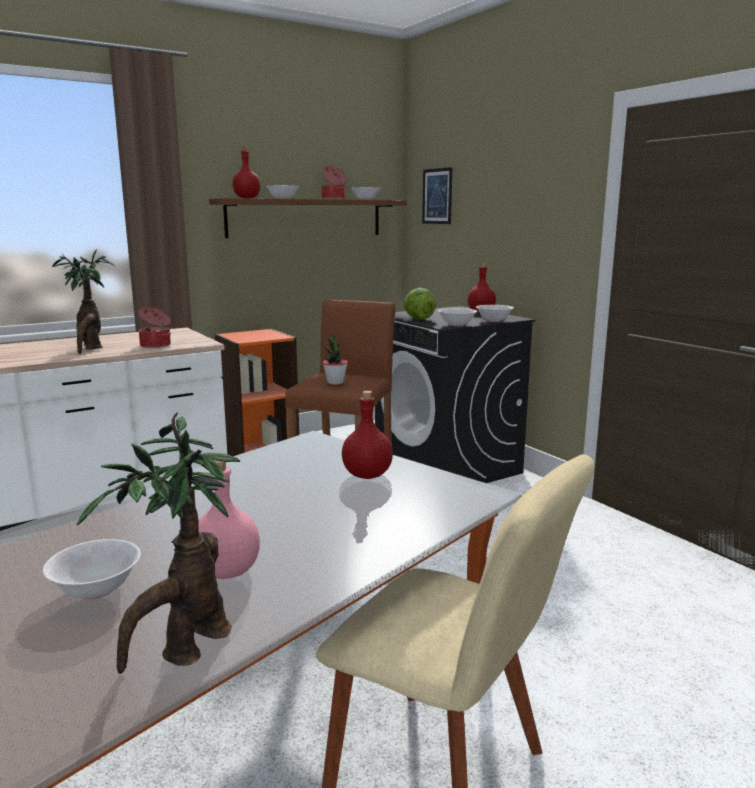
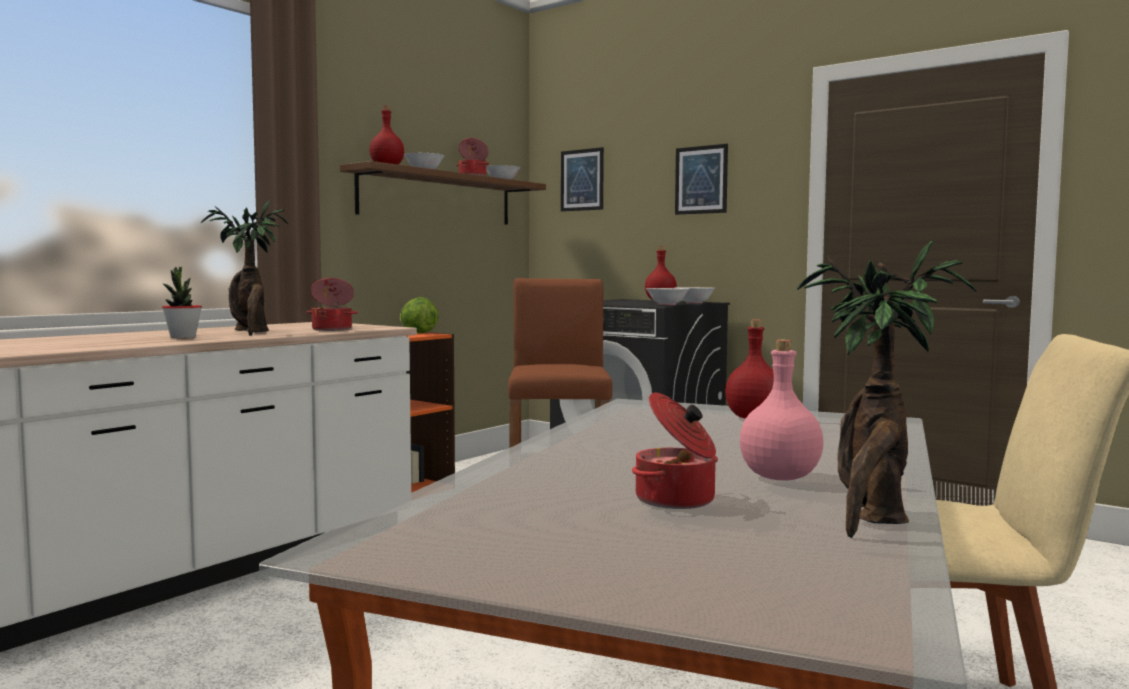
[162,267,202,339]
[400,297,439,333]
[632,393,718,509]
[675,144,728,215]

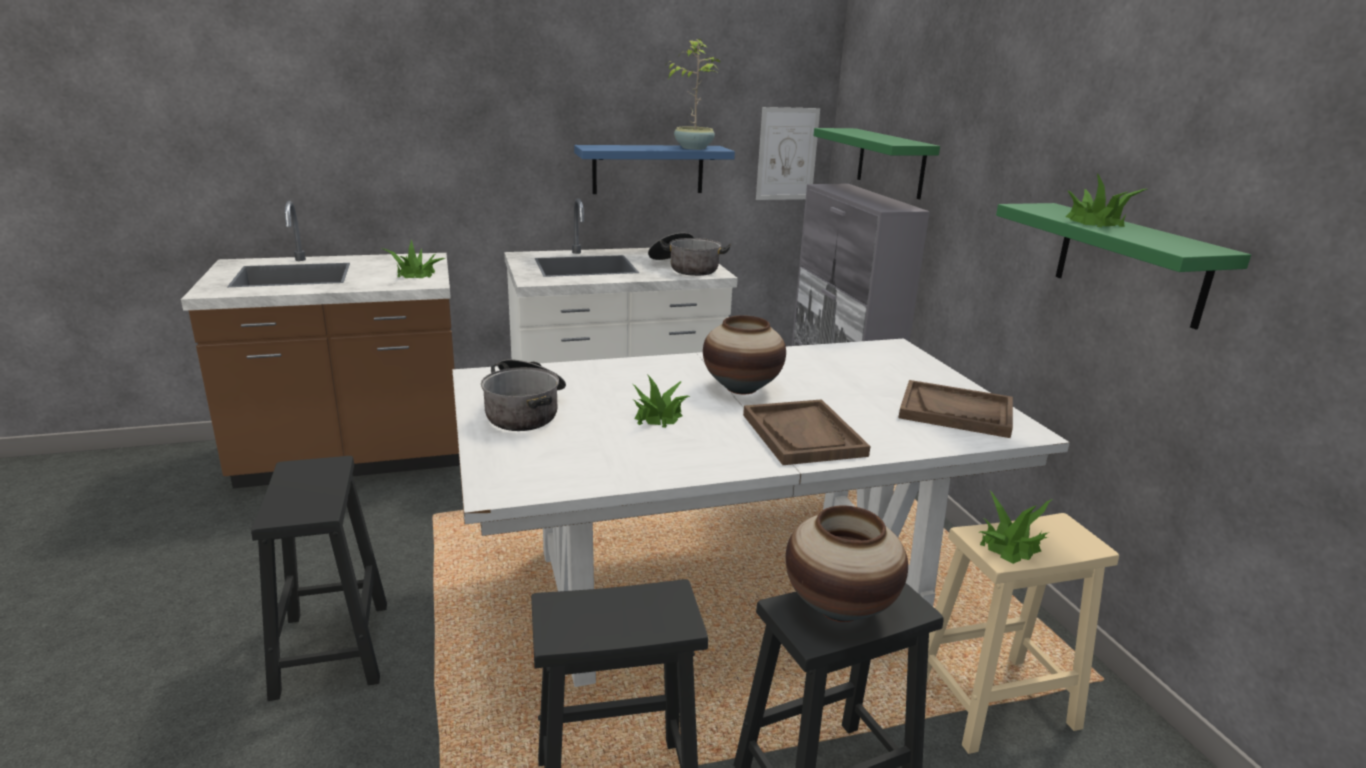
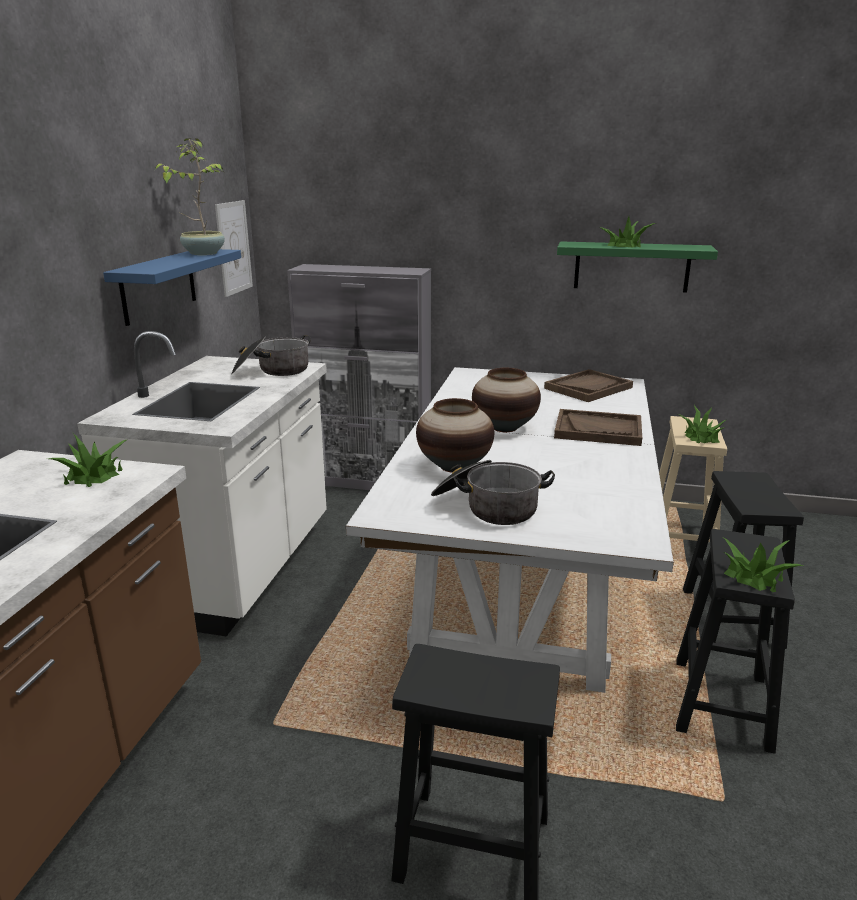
[416,398,494,473]
[724,538,803,592]
[814,128,940,199] (first image)

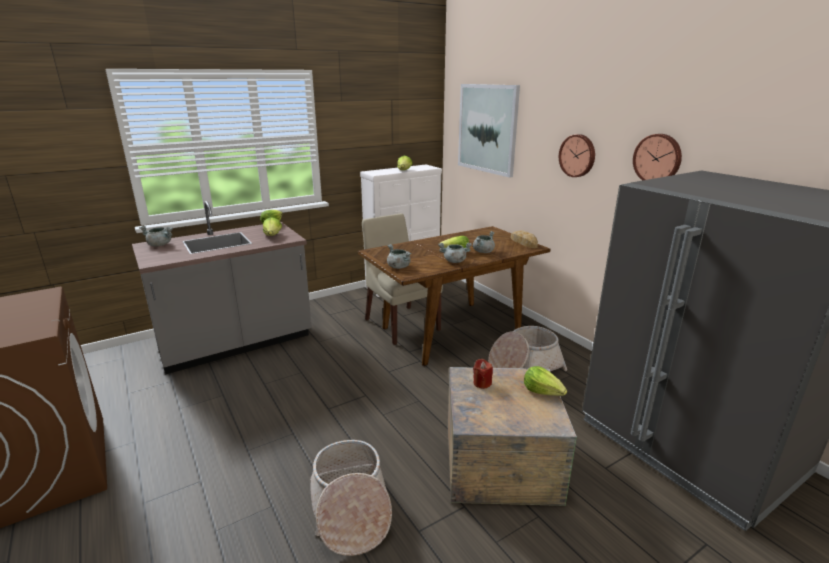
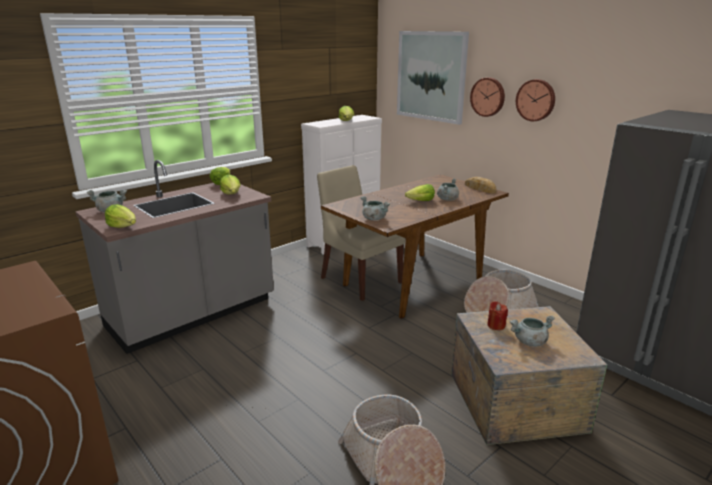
[105,204,136,228]
[470,78,505,117]
[510,316,555,347]

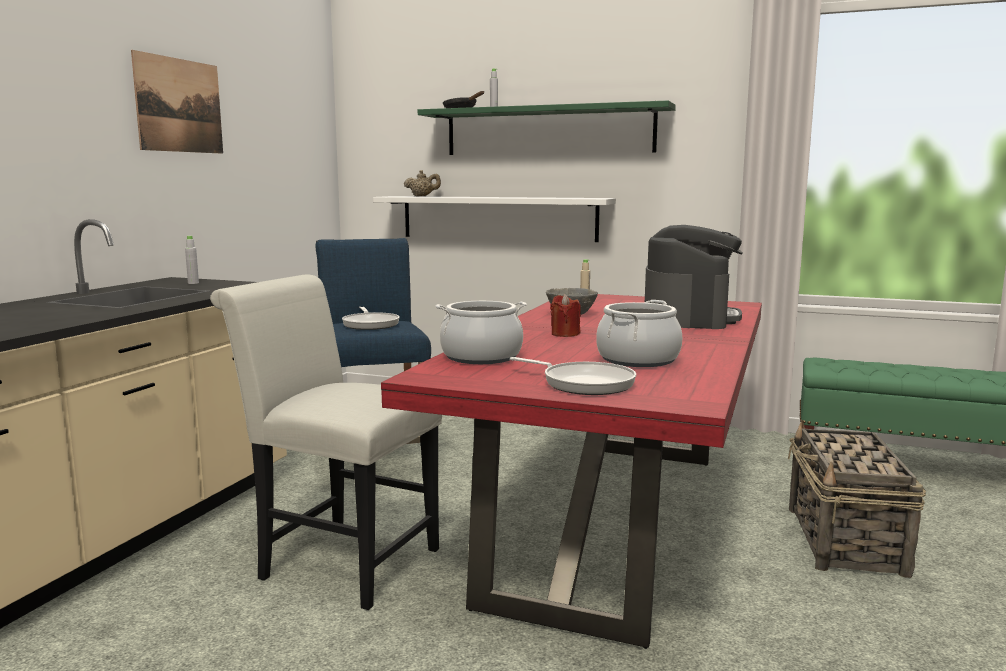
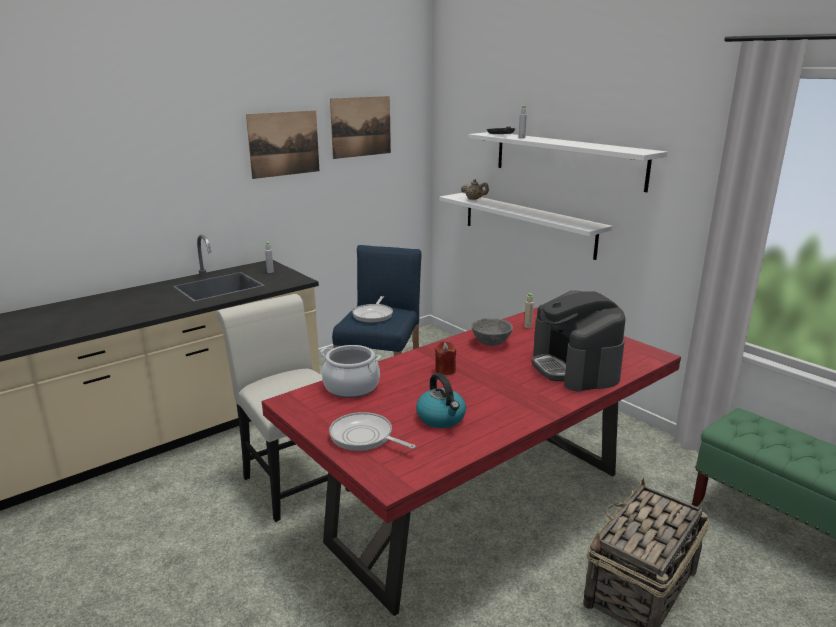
[329,412,416,451]
[330,96,391,159]
[416,373,466,428]
[468,132,667,192]
[532,291,626,391]

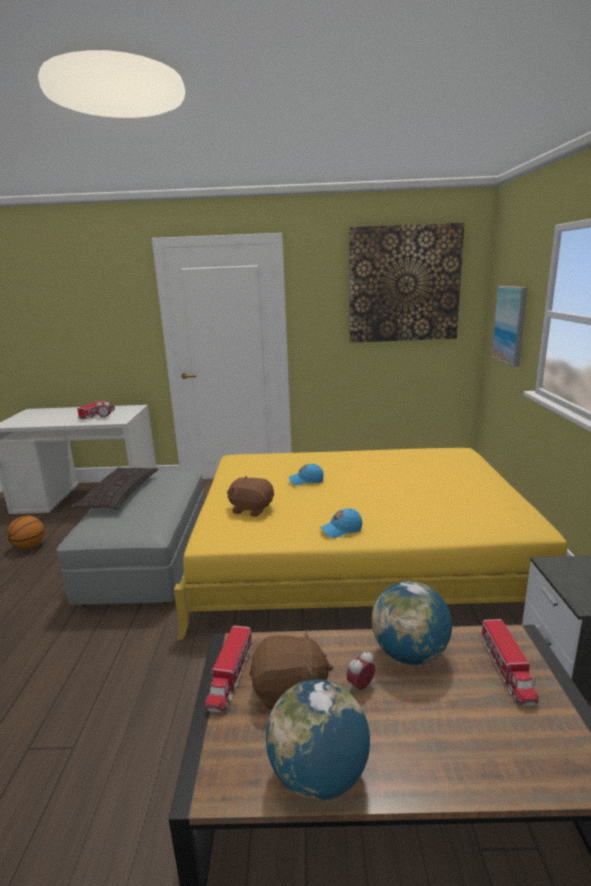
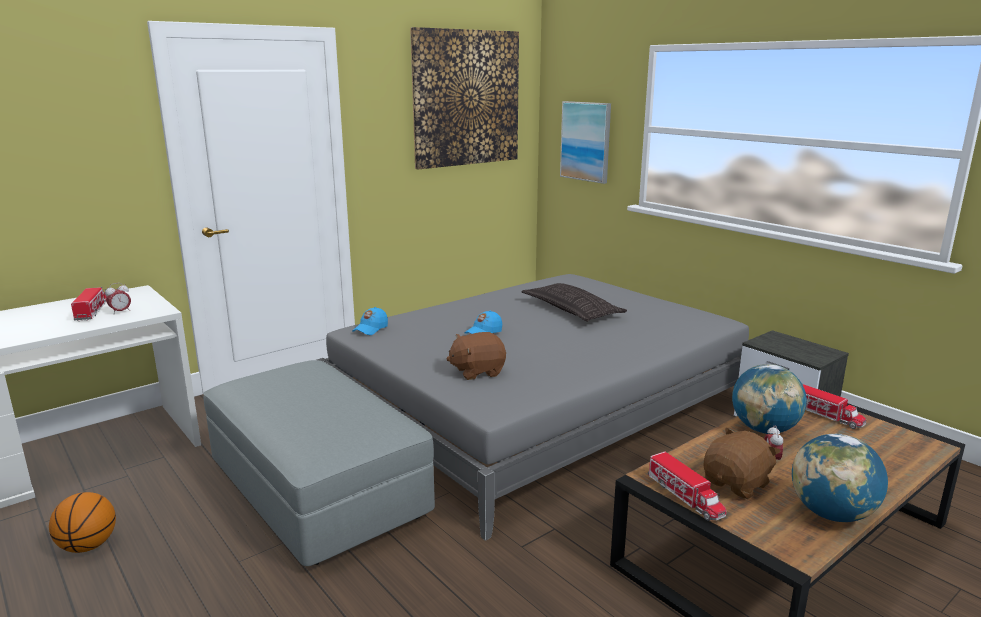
[316,274,749,541]
[352,307,388,335]
[522,283,627,322]

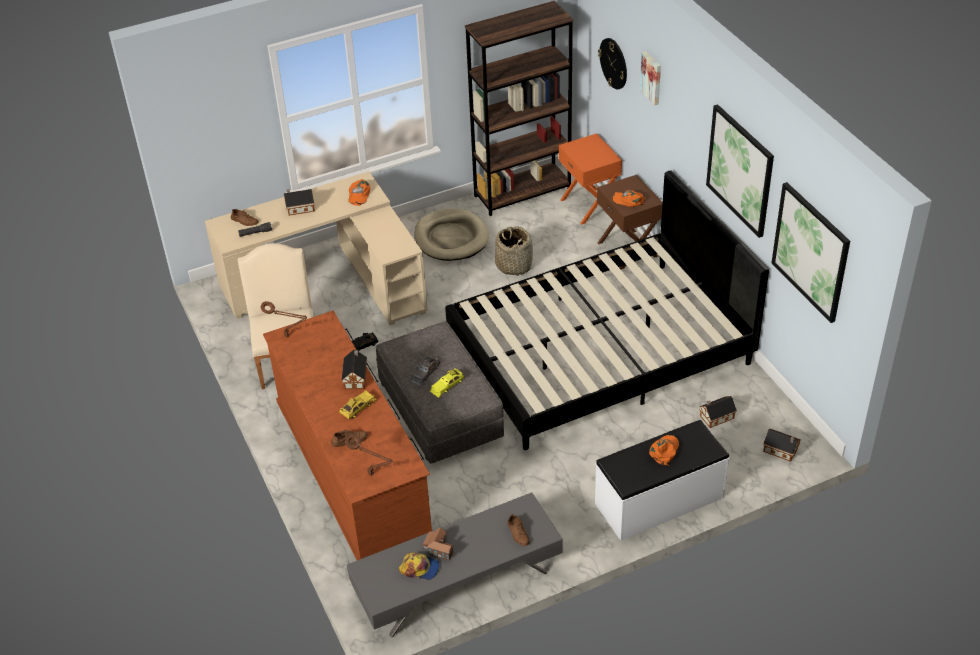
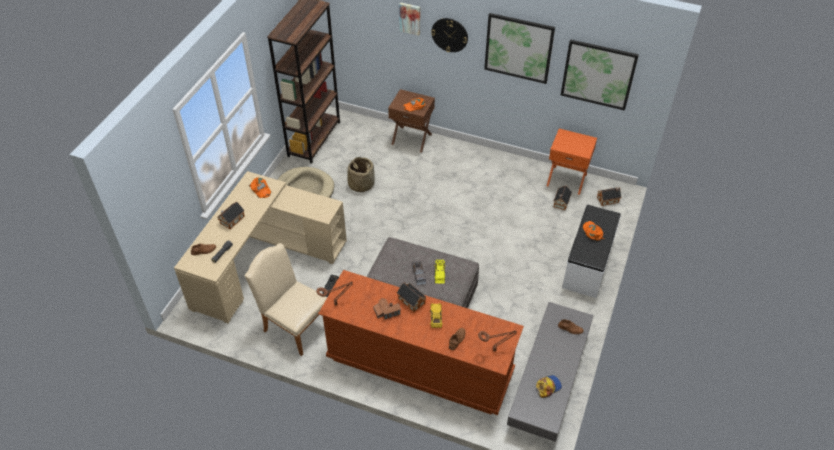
[373,298,401,319]
[431,18,468,52]
[547,129,597,195]
[445,170,769,450] (first image)

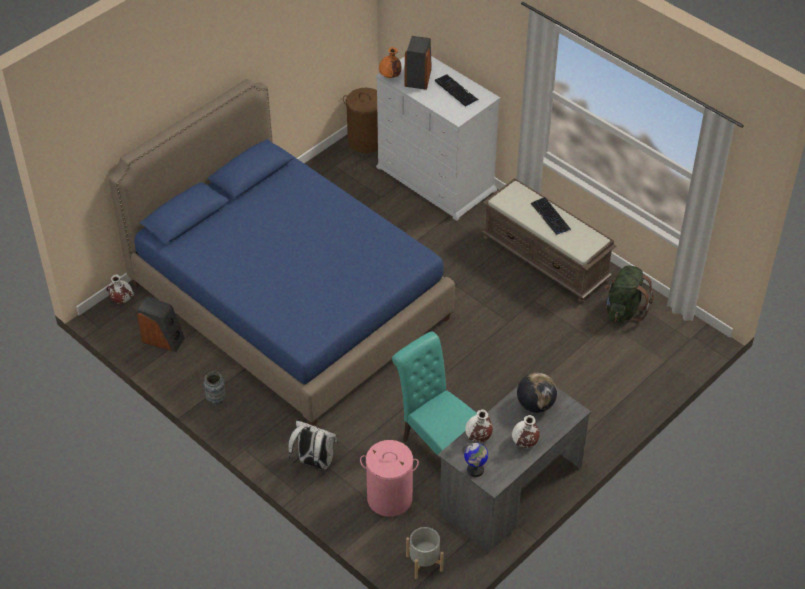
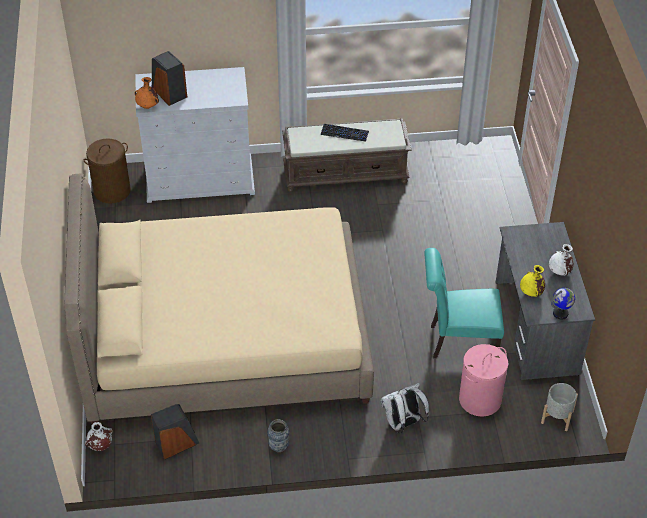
[64,173,374,424]
[520,265,545,297]
[435,75,478,107] (first image)
[517,373,557,413] (first image)
[605,265,653,323] (first image)

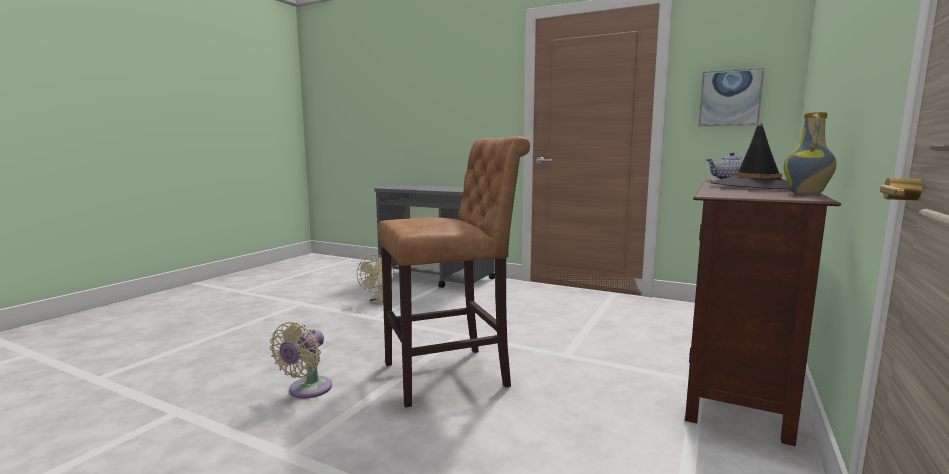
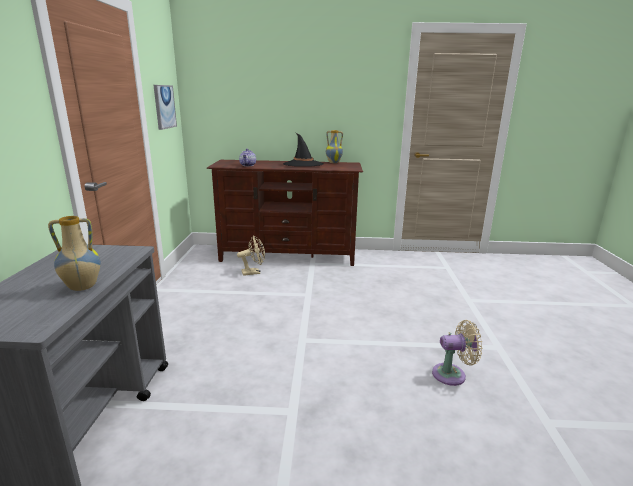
[48,216,101,291]
[237,236,265,276]
[378,136,530,407] (first image)

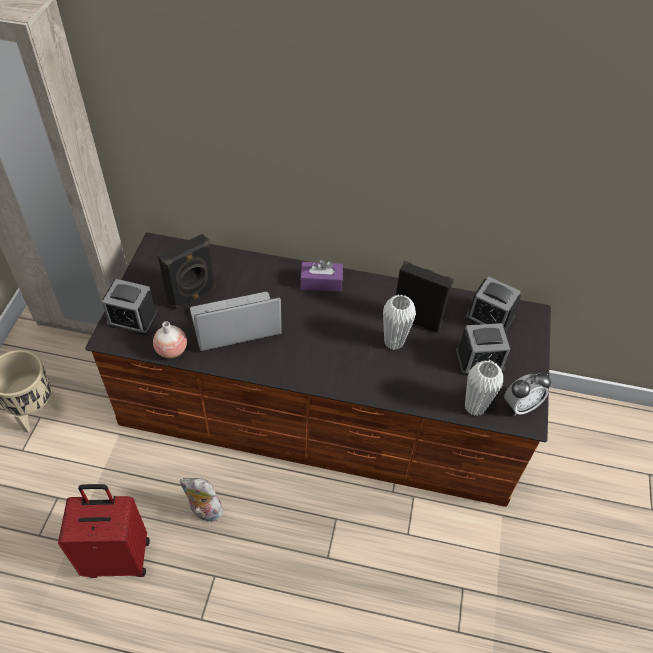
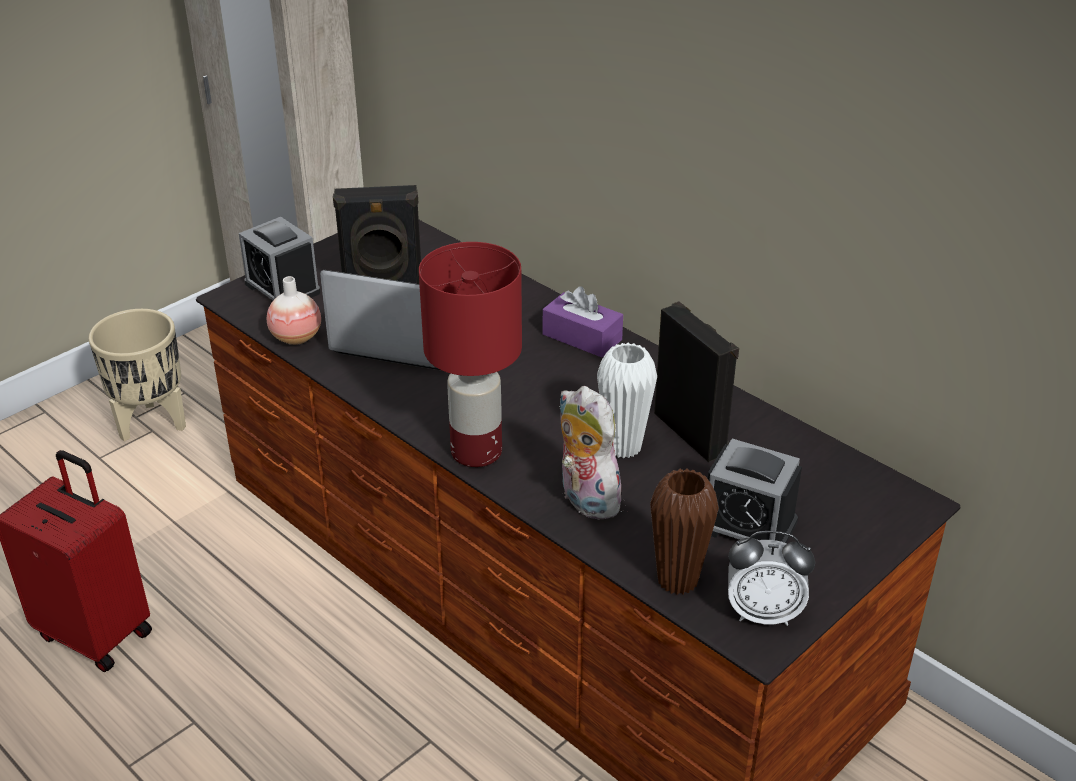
[419,242,522,467]
[559,386,622,520]
[650,468,719,595]
[465,276,521,332] (first image)

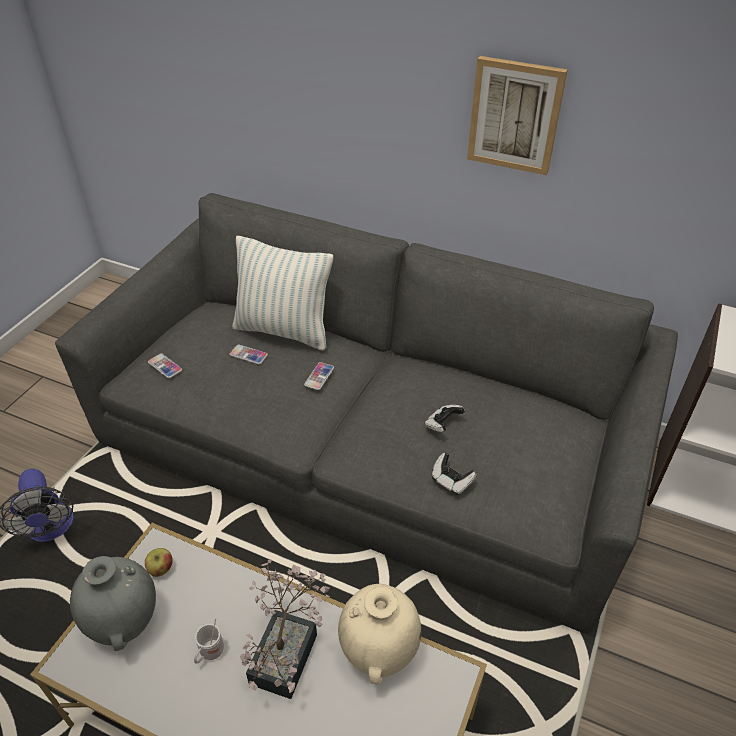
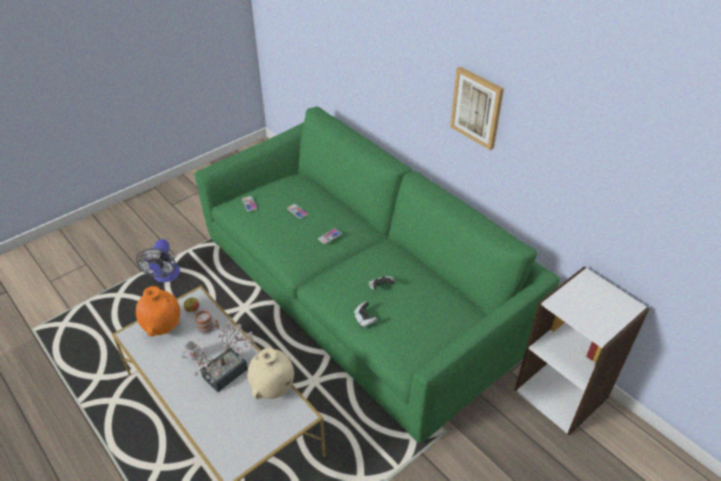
[136,286,180,336]
[195,107,559,443]
[195,310,219,335]
[232,236,333,350] (first image)

